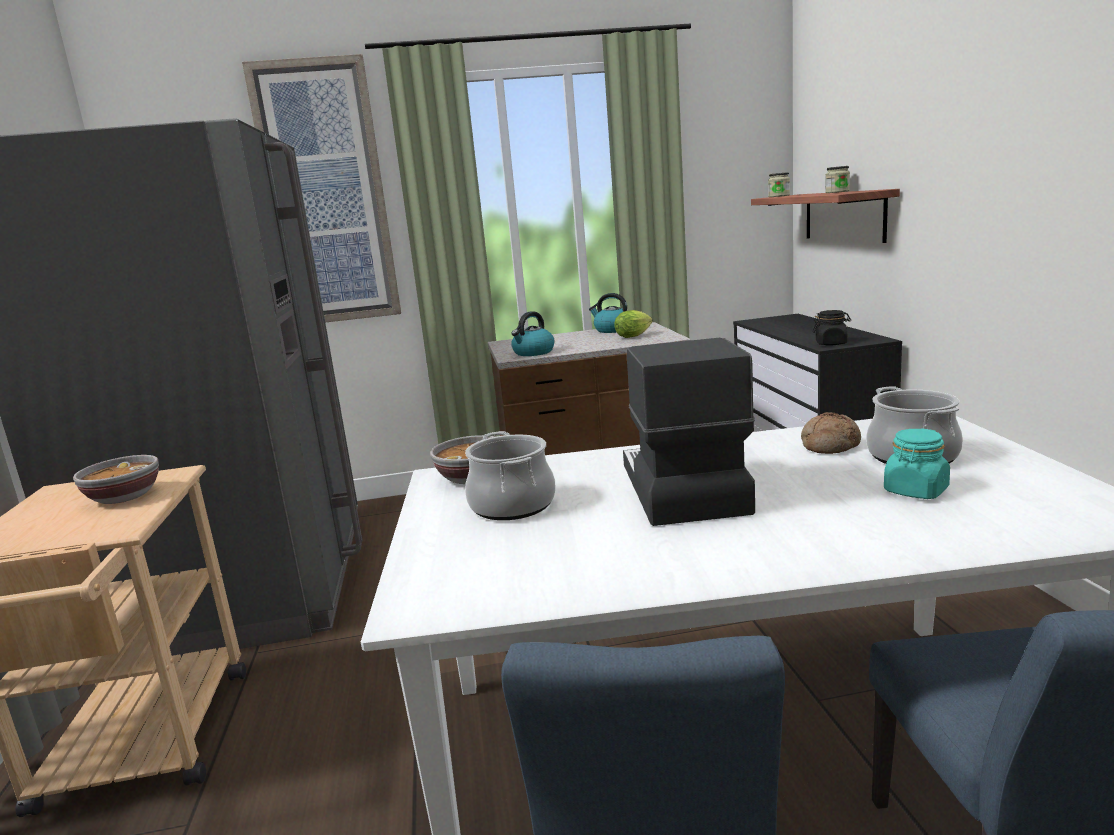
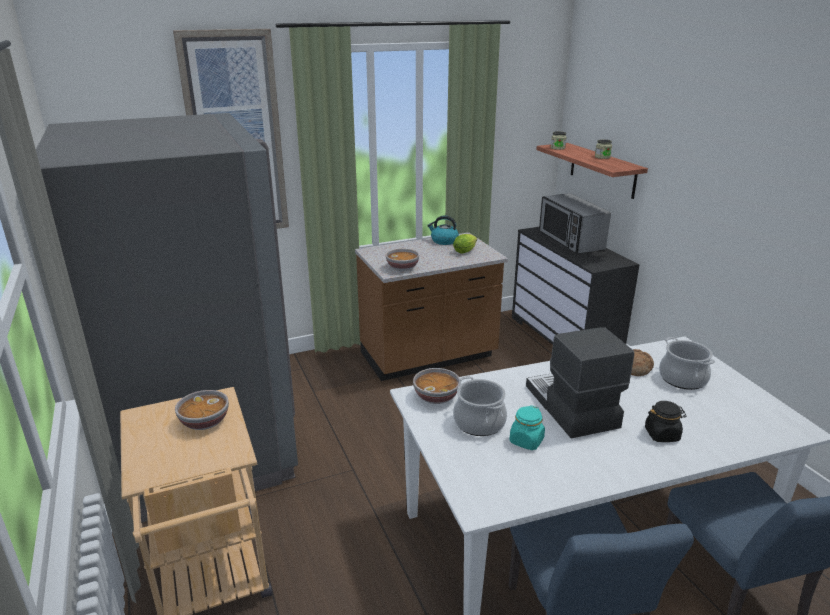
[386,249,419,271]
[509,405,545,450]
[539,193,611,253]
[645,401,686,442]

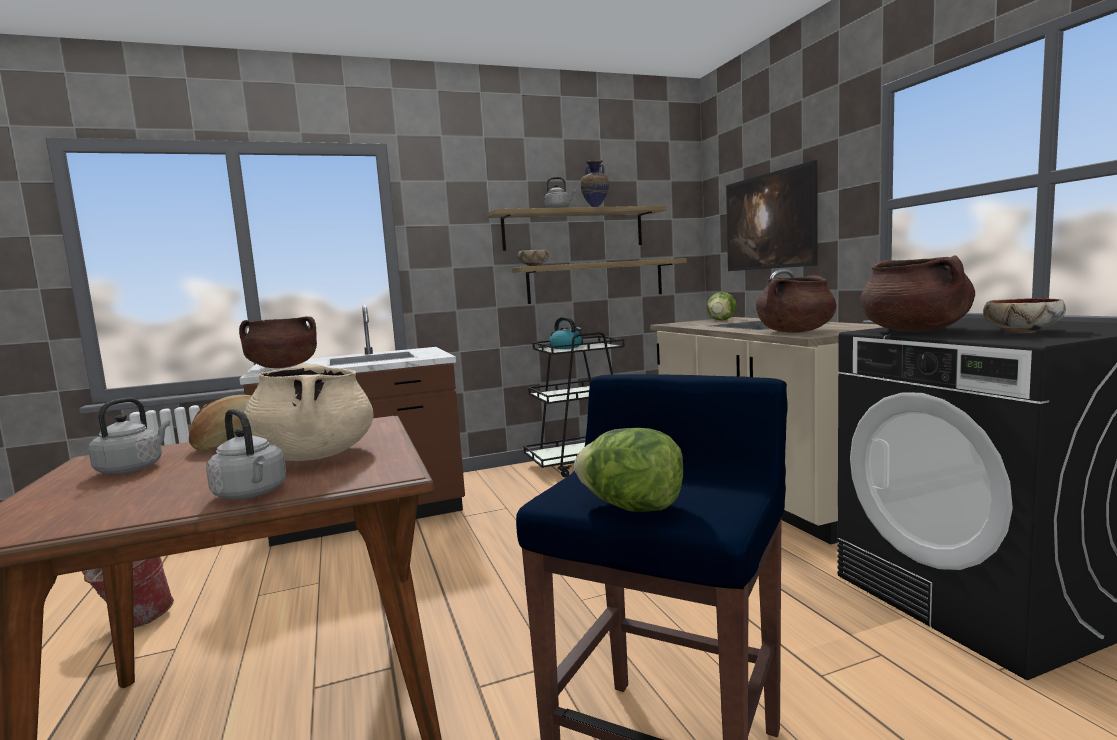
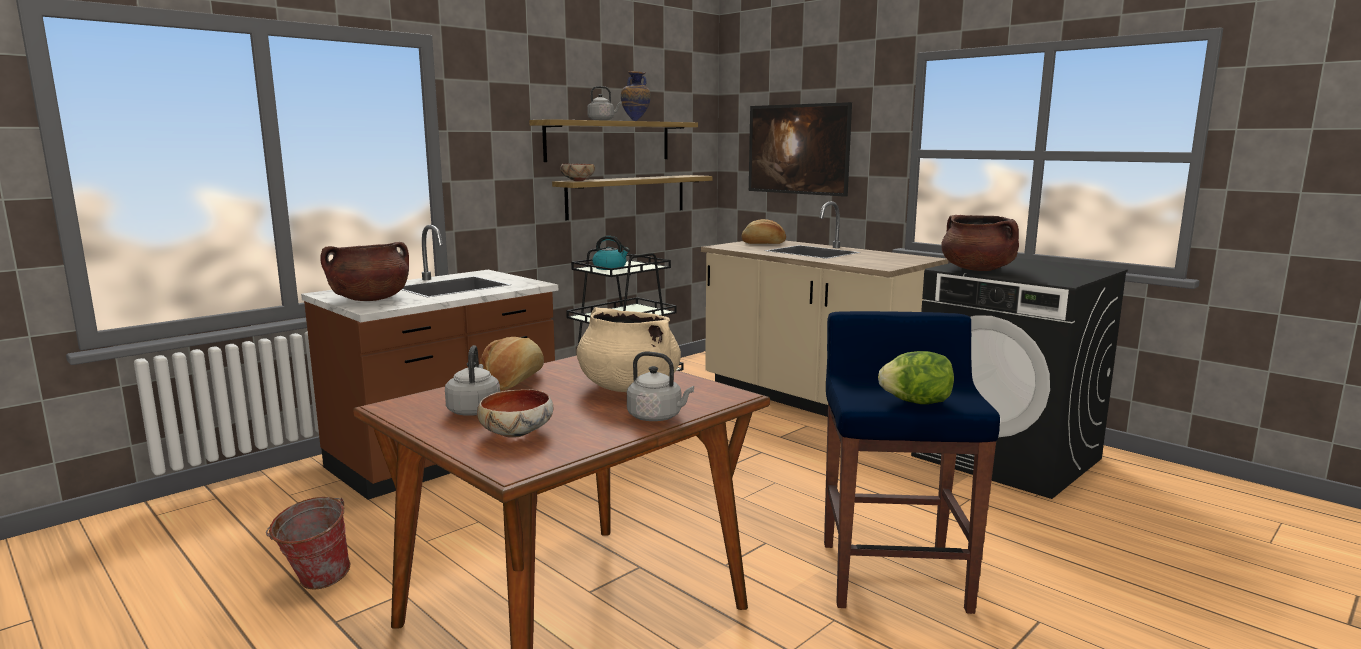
[477,389,554,438]
[742,219,786,244]
[756,275,836,333] (first image)

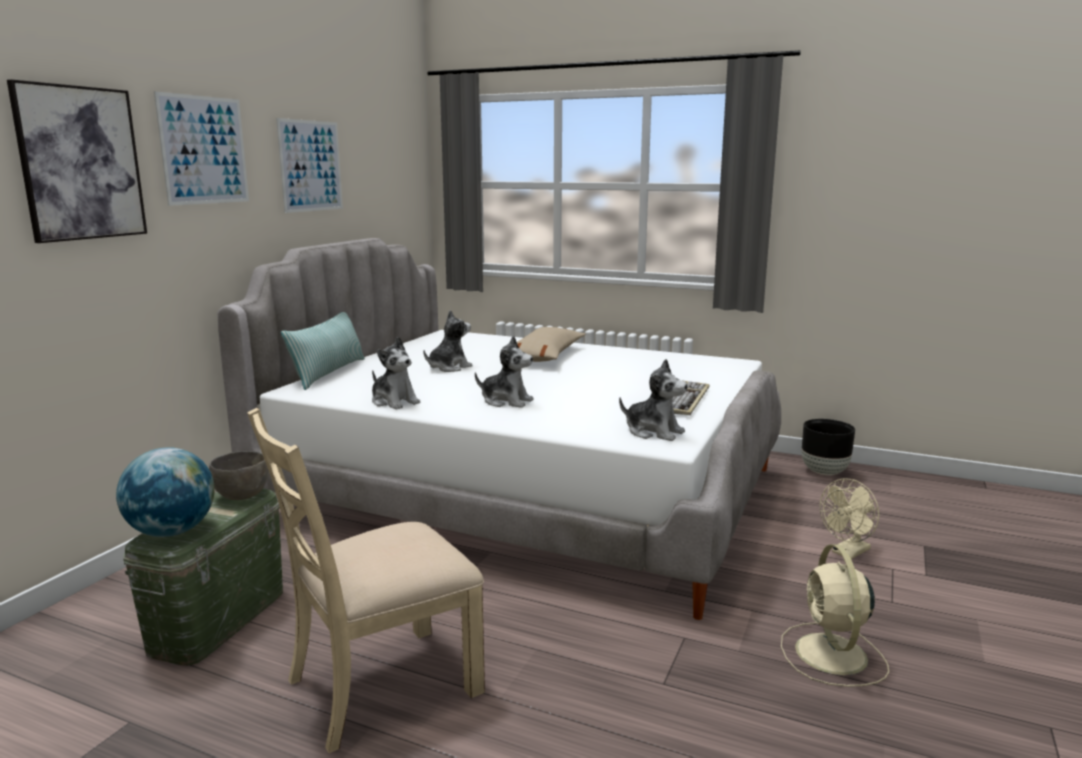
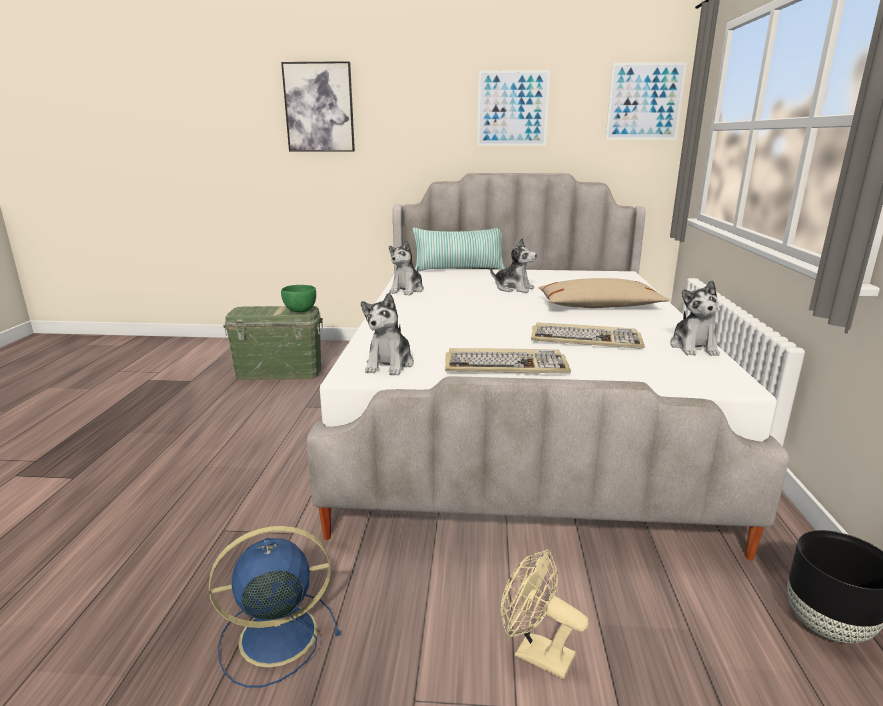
[209,526,340,688]
[281,285,316,312]
[531,322,644,349]
[605,62,687,140]
[670,280,720,356]
[116,447,215,537] (first image)
[247,408,485,753] (first image)

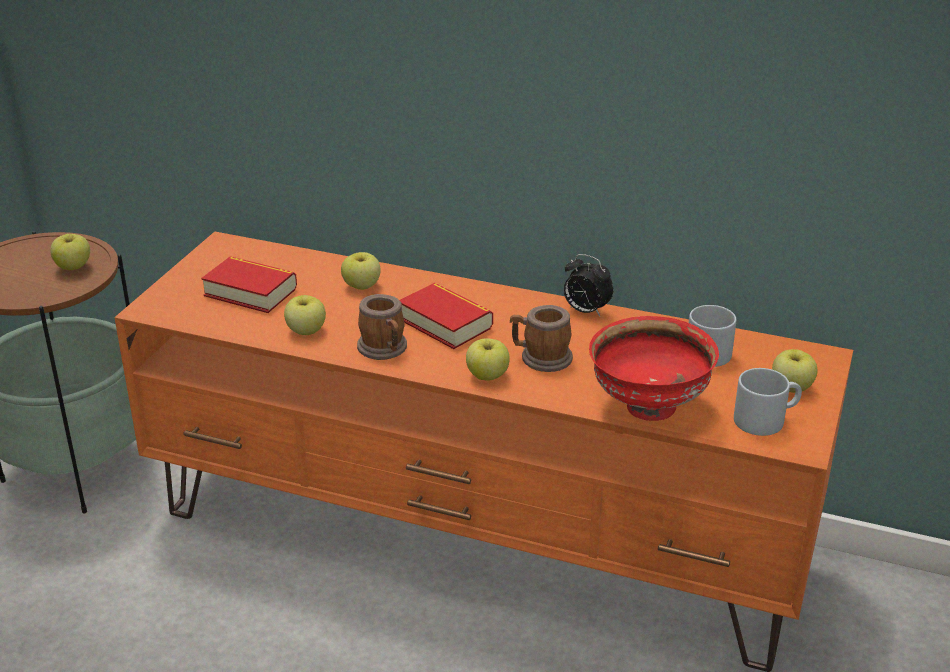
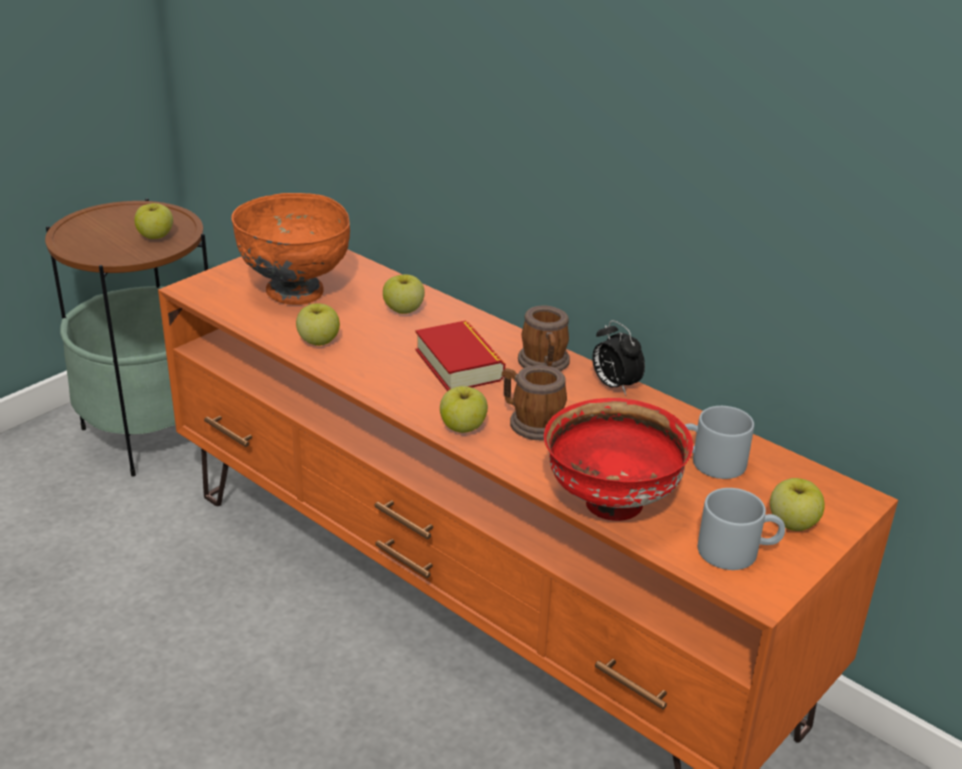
[232,193,350,305]
[518,305,570,371]

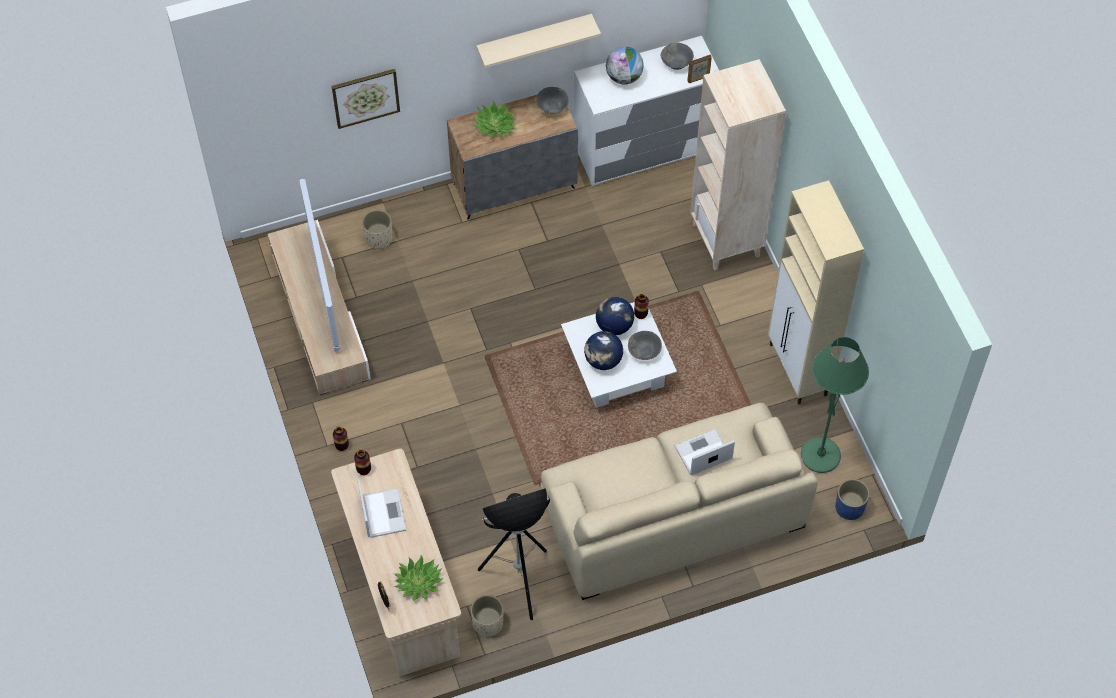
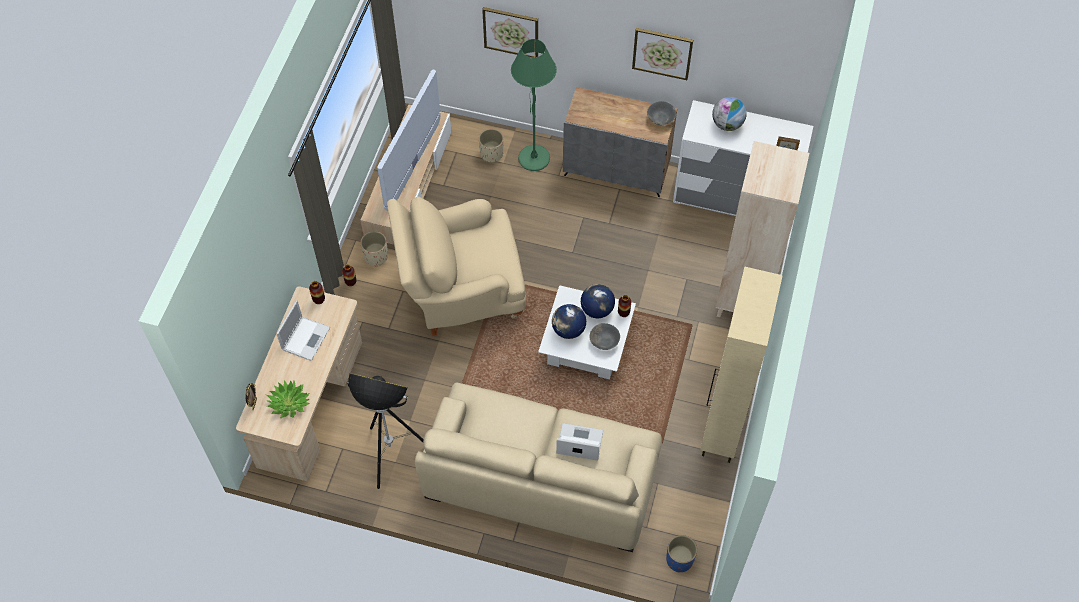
[360,231,388,266]
[387,197,526,336]
[511,39,557,171]
[632,28,693,80]
[473,101,516,137] (first image)
[661,42,694,70] (first image)

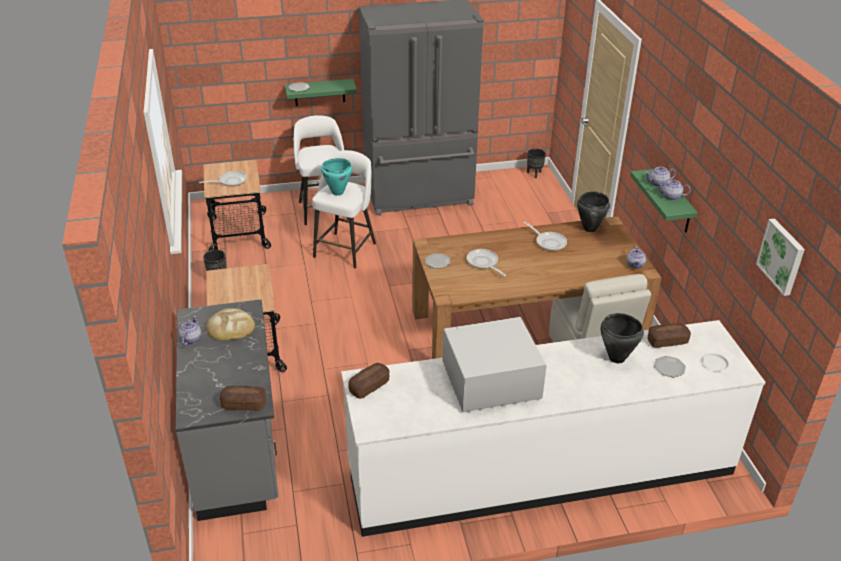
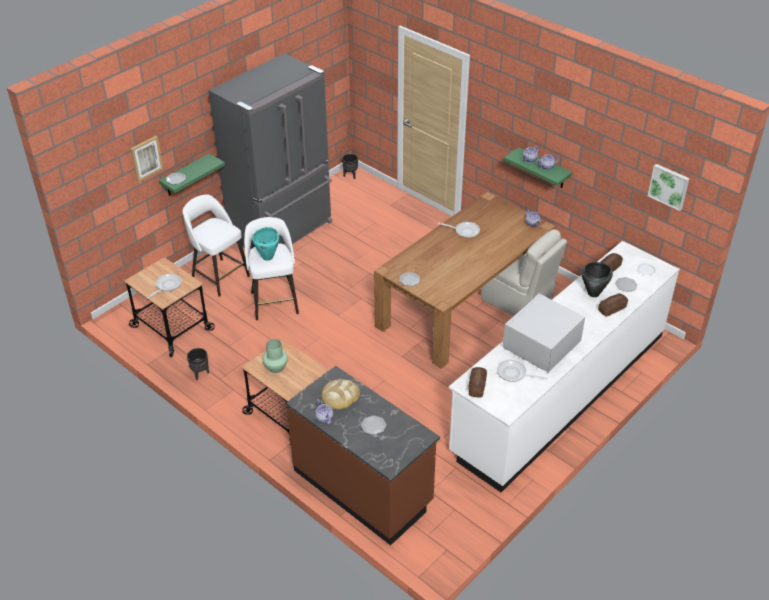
[130,136,163,182]
[263,339,288,373]
[286,366,440,546]
[361,415,386,435]
[497,360,547,382]
[598,294,628,316]
[577,191,610,232] (first image)

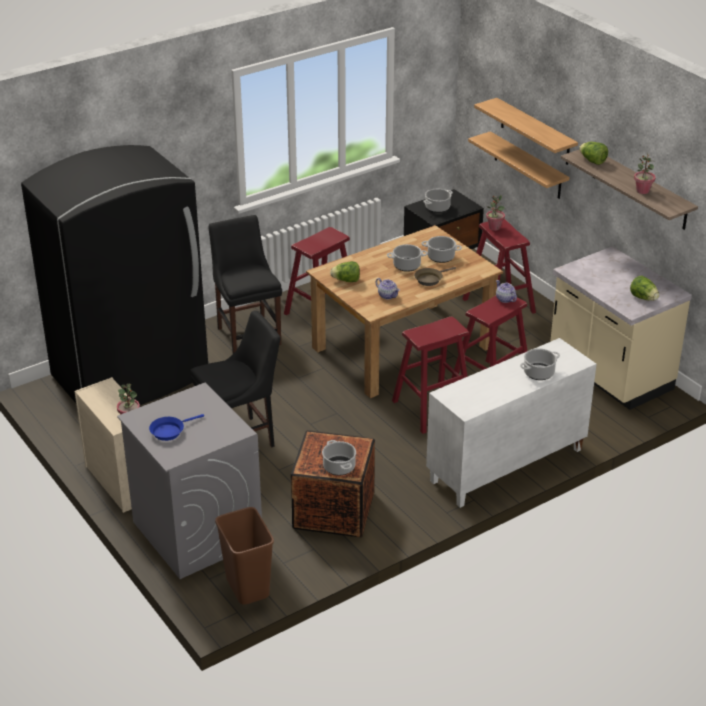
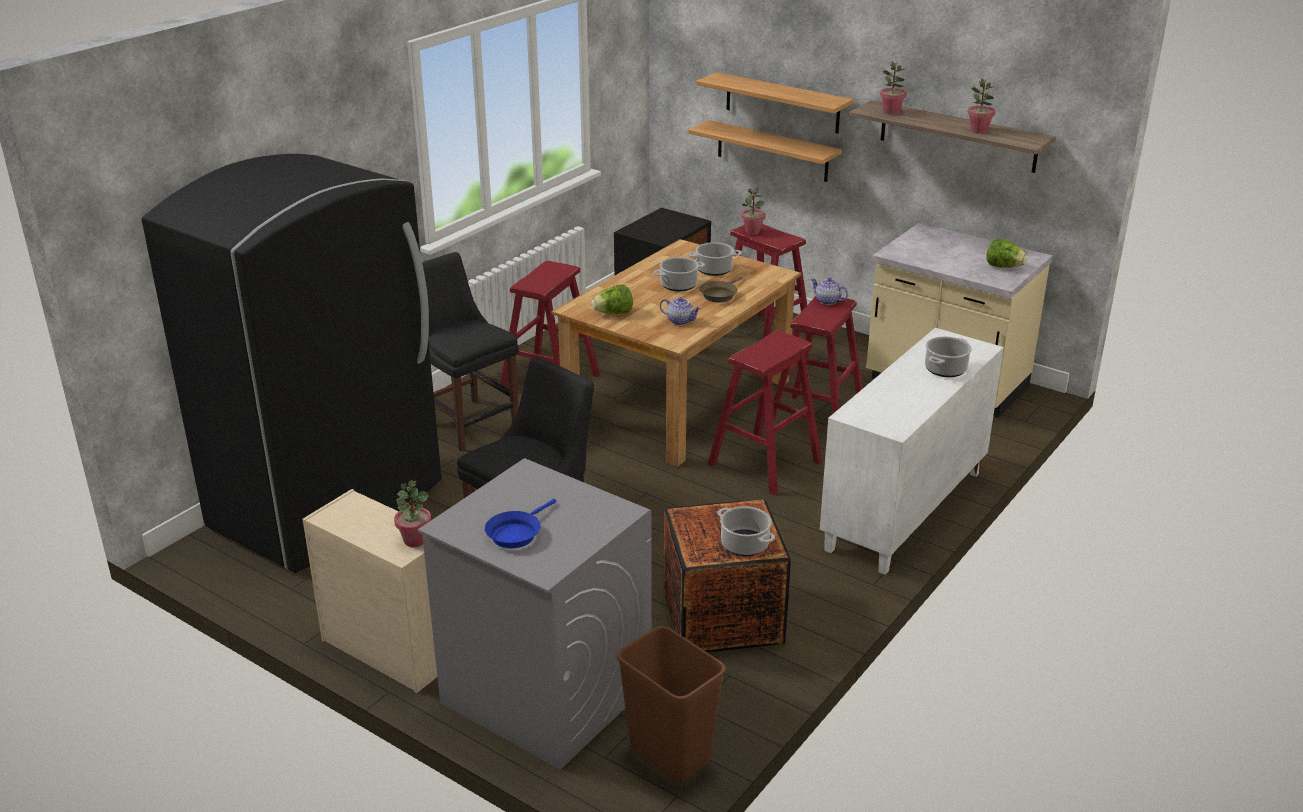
[880,62,907,115]
[423,189,453,213] (first image)

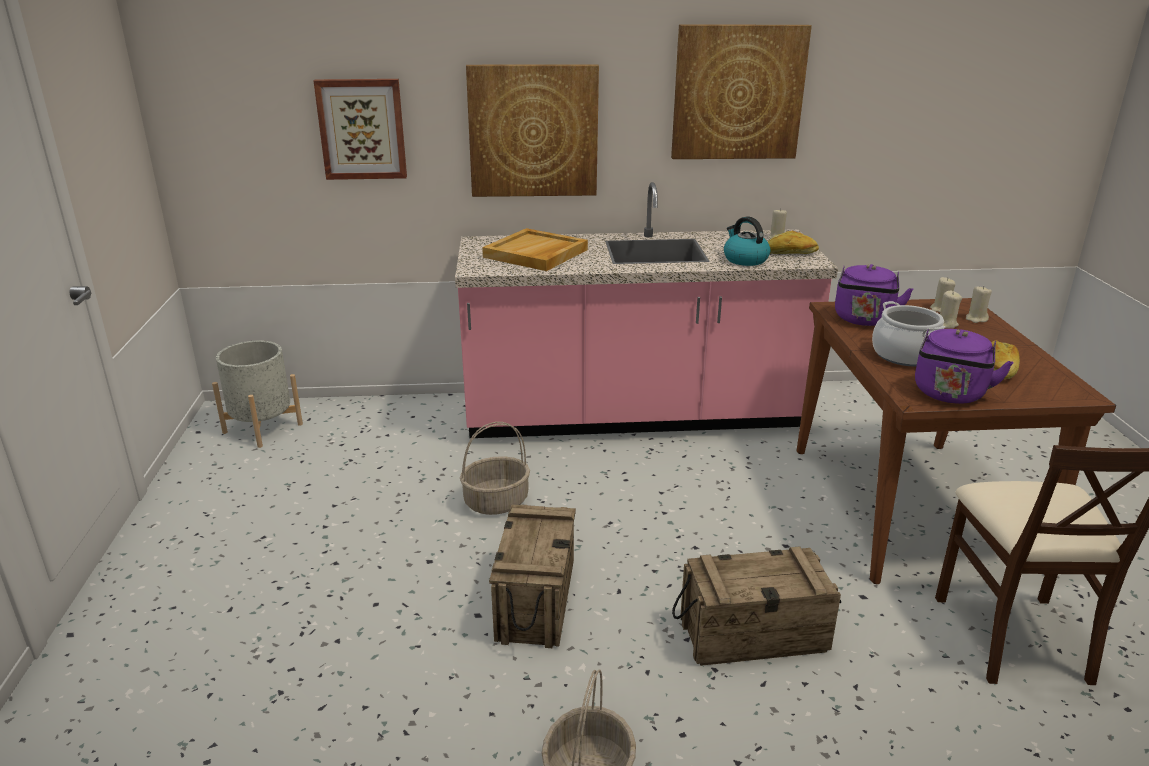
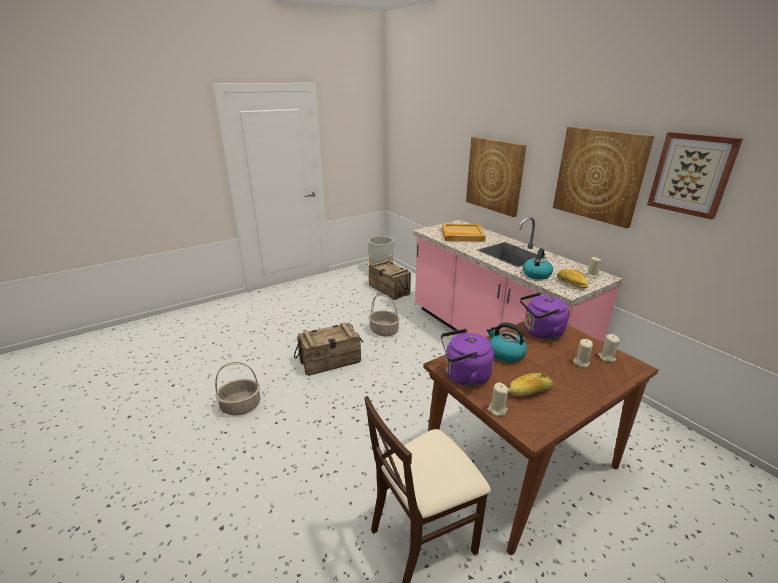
[369,260,411,300]
[487,322,527,363]
[487,382,509,416]
[647,132,743,220]

